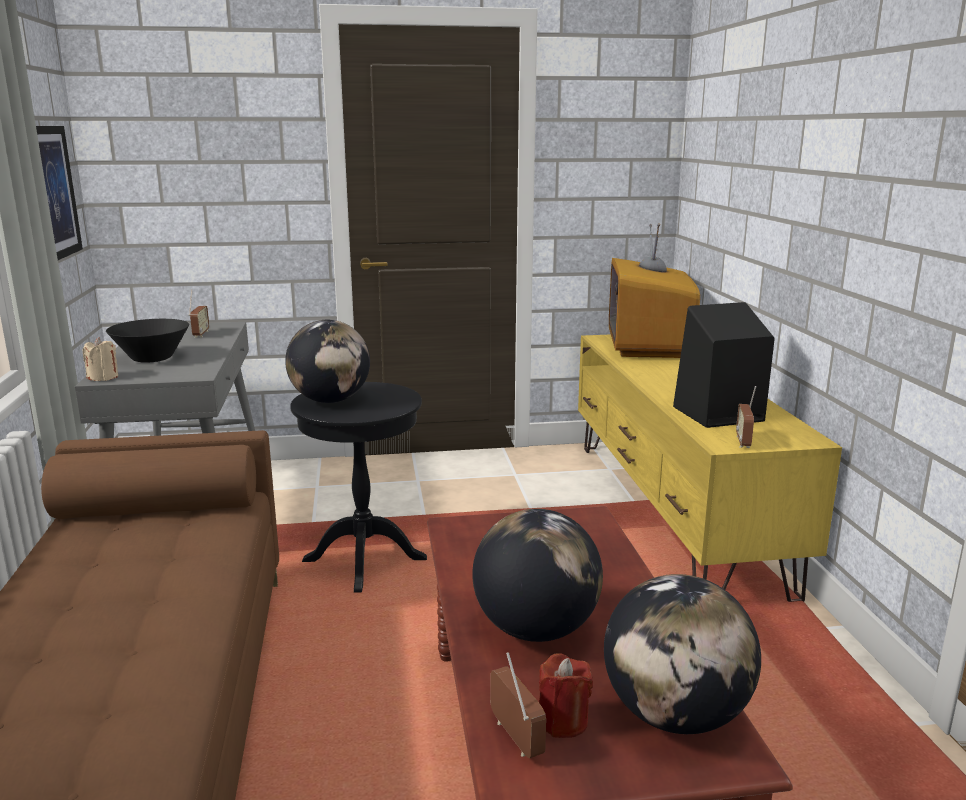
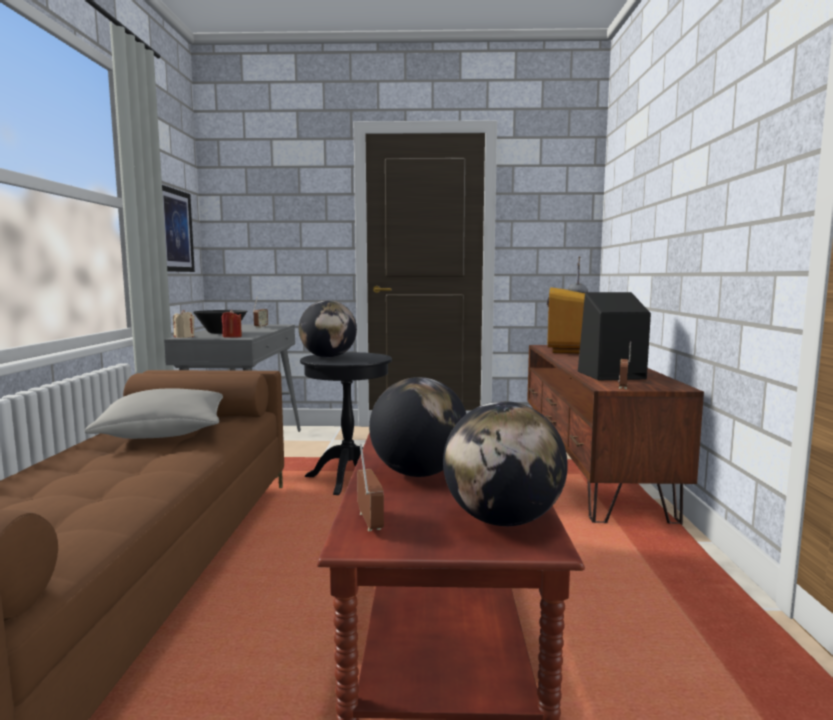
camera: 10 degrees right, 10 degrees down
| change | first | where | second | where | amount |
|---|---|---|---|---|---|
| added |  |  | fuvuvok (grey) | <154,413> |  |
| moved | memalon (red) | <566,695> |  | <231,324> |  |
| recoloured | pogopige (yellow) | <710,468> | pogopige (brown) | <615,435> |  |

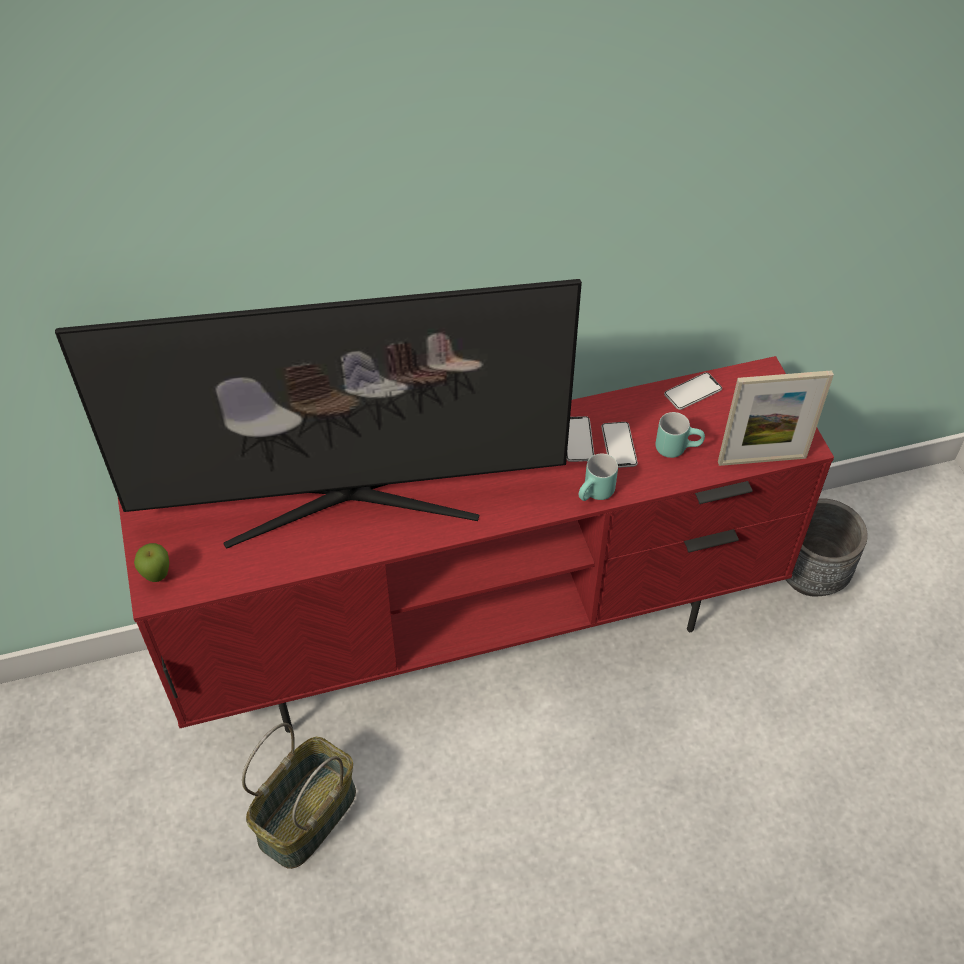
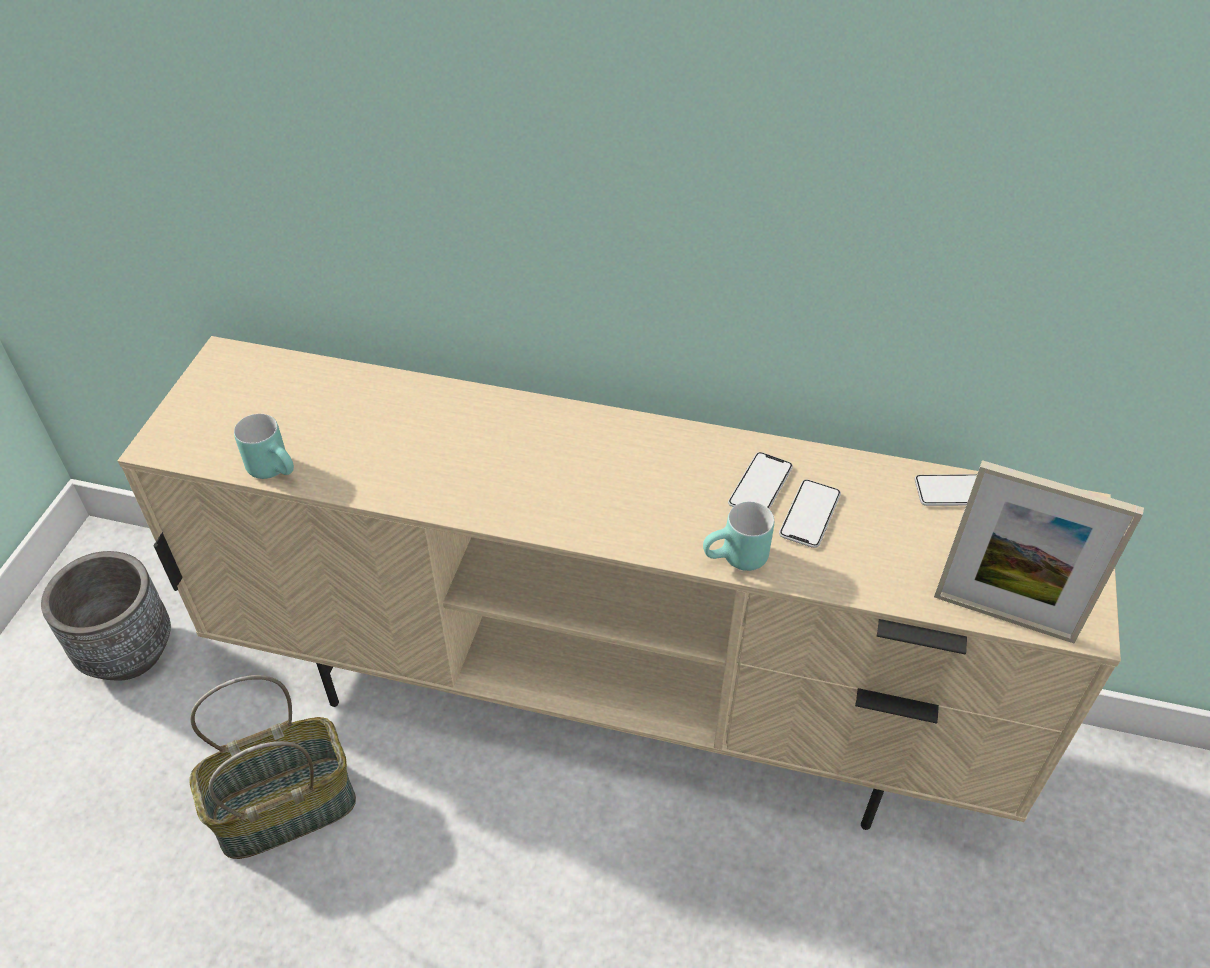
camera: 30 degrees right, 5 degrees down
| change | first | where | second | where | amount |
|---|---|---|---|---|---|
| removed | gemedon | <318,414> |  |  |  |
| removed | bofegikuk | <151,562> |  |  |  |
| moved | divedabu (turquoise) | <680,435> |  | <264,446> |  |
| moved | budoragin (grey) | <826,547> |  | <106,616> |  |
| recoloured | pogopige (red) | <476,544> | pogopige (beige) | <619,583> |  |

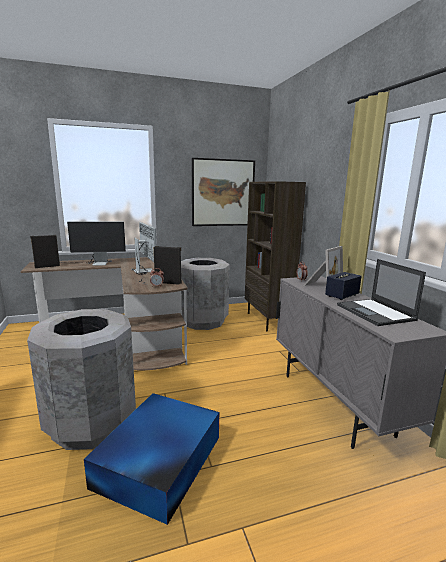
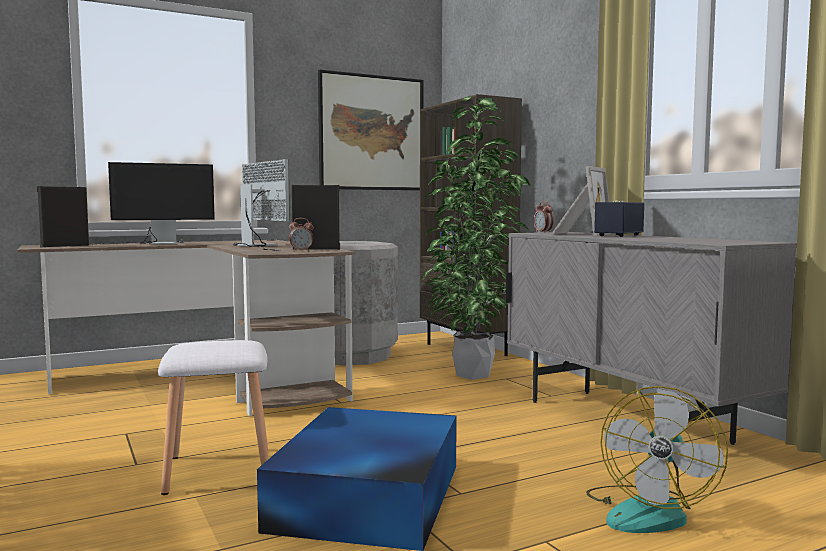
camera: 10 degrees left, 10 degrees down
| change | first | where | second | where | amount |
|---|---|---|---|---|---|
| removed | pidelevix | <381,292> |  |  |  |
| added |  |  | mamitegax | <477,237> |  |
| added |  |  | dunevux | <657,459> |  |
| replaced | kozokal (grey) | <81,379> | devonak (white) | <213,417> |  |

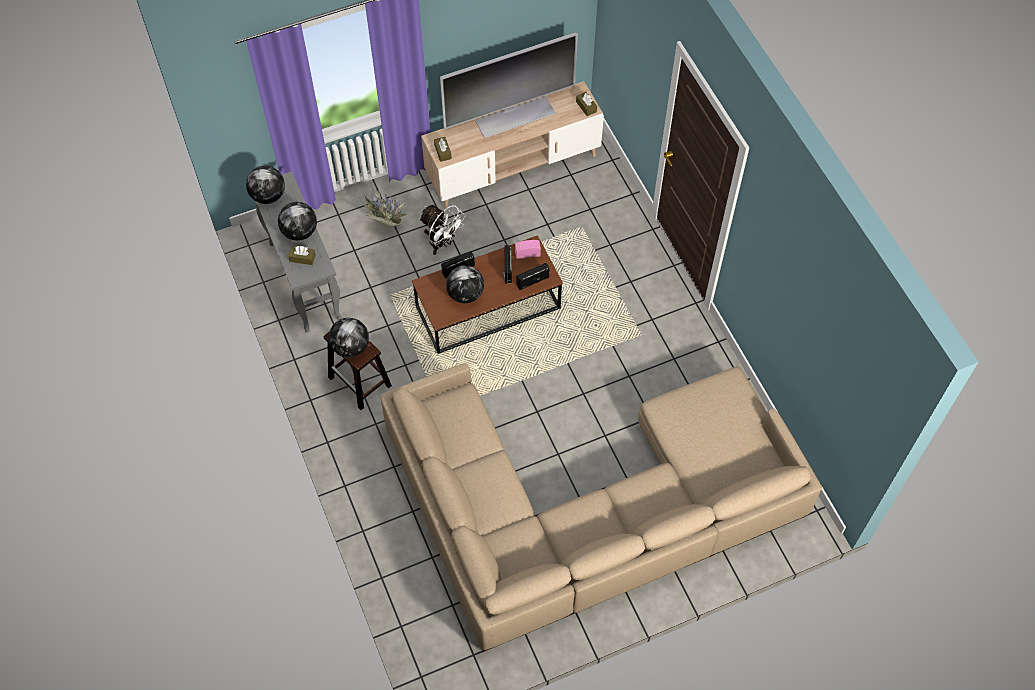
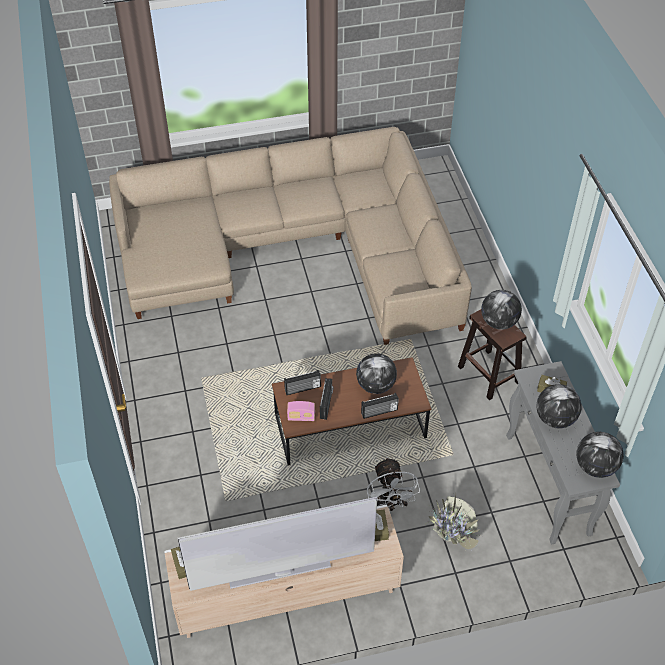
camera: 170 degrees left, 10 degrees down
| change | first | where | second | where | amount |
|---|---|---|---|---|---|
| turned | dunevux (white) | <442,230> |  | <393,484> | 150 degrees counterclockwise |

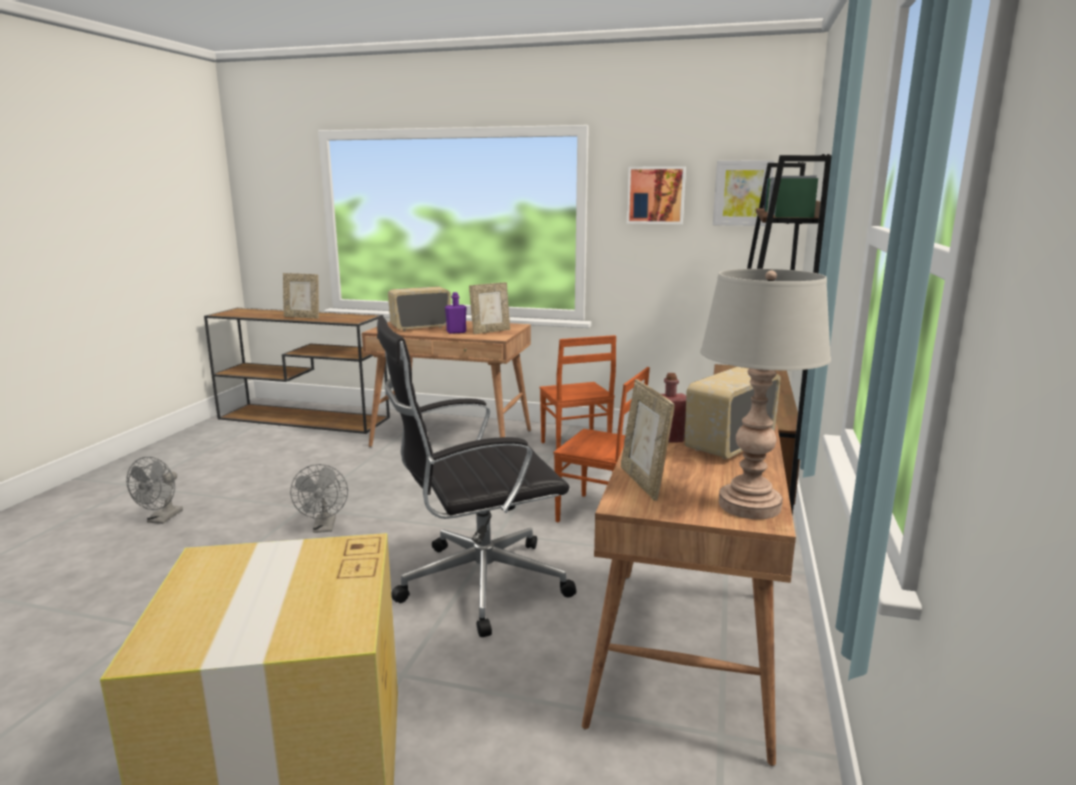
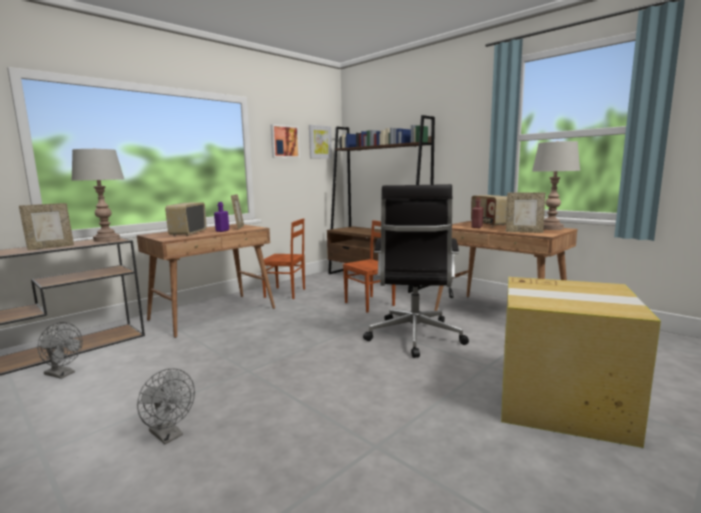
camera: 60 degrees left, 5 degrees down
| change | first | where | second | where | amount |
|---|---|---|---|---|---|
| added |  |  | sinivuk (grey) | <97,195> |  |
| moved | dunevux (grey) | <319,498> |  | <59,350> |  |

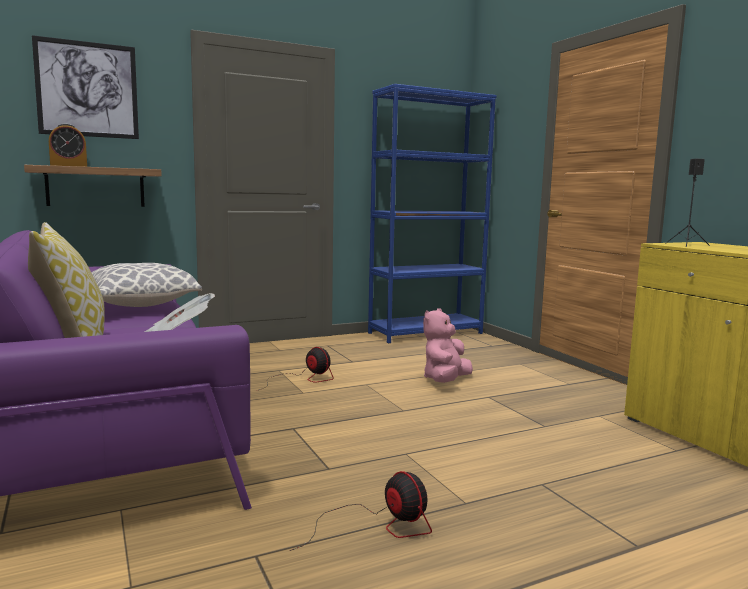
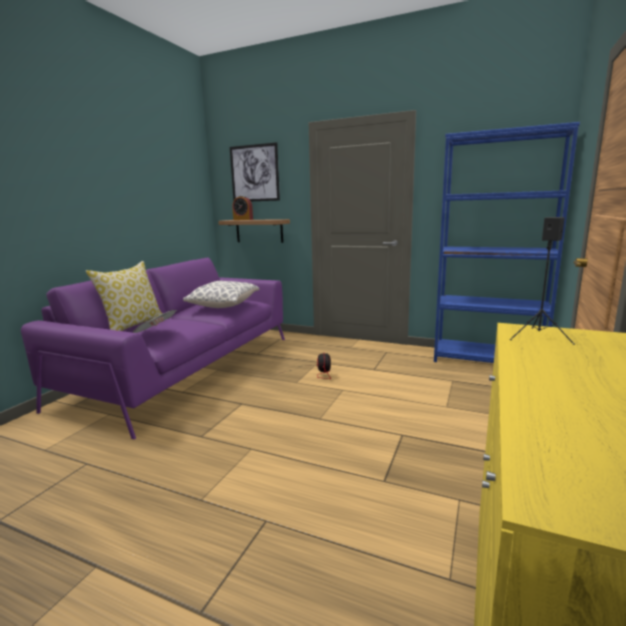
camera: 50 degrees right, 5 degrees up
| change | first | where | second | where | amount |
|---|---|---|---|---|---|
| removed | dunevux | <361,511> |  |  |  |
| removed | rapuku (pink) | <448,345> |  |  |  |

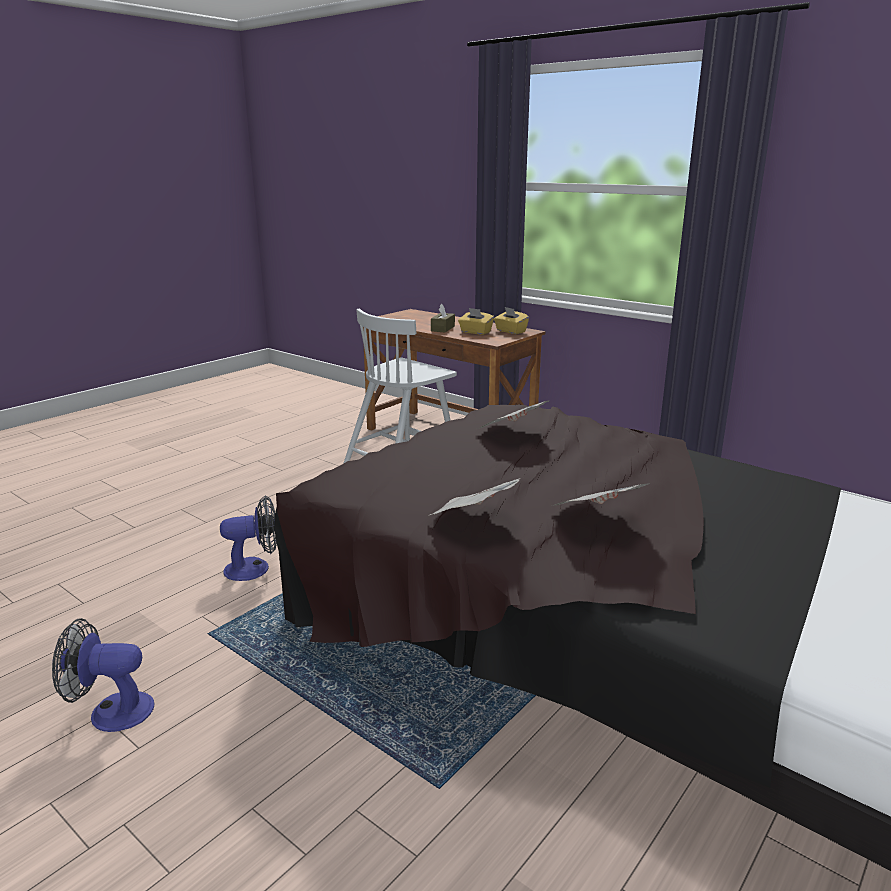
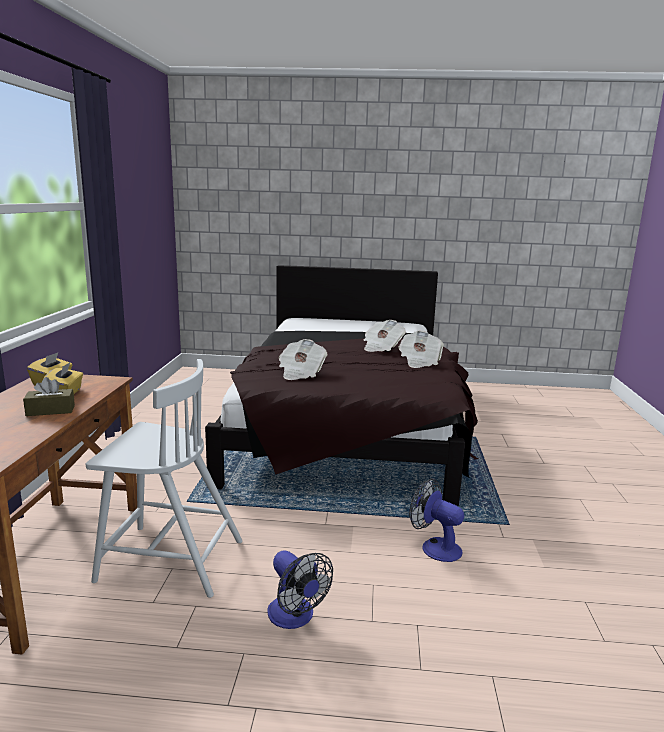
camera: 125 degrees left, 5 degrees down
| change | first | where | second | where | amount |
|---|---|---|---|---|---|
| moved | dunevux | <103,675> |  | <300,589> |  |

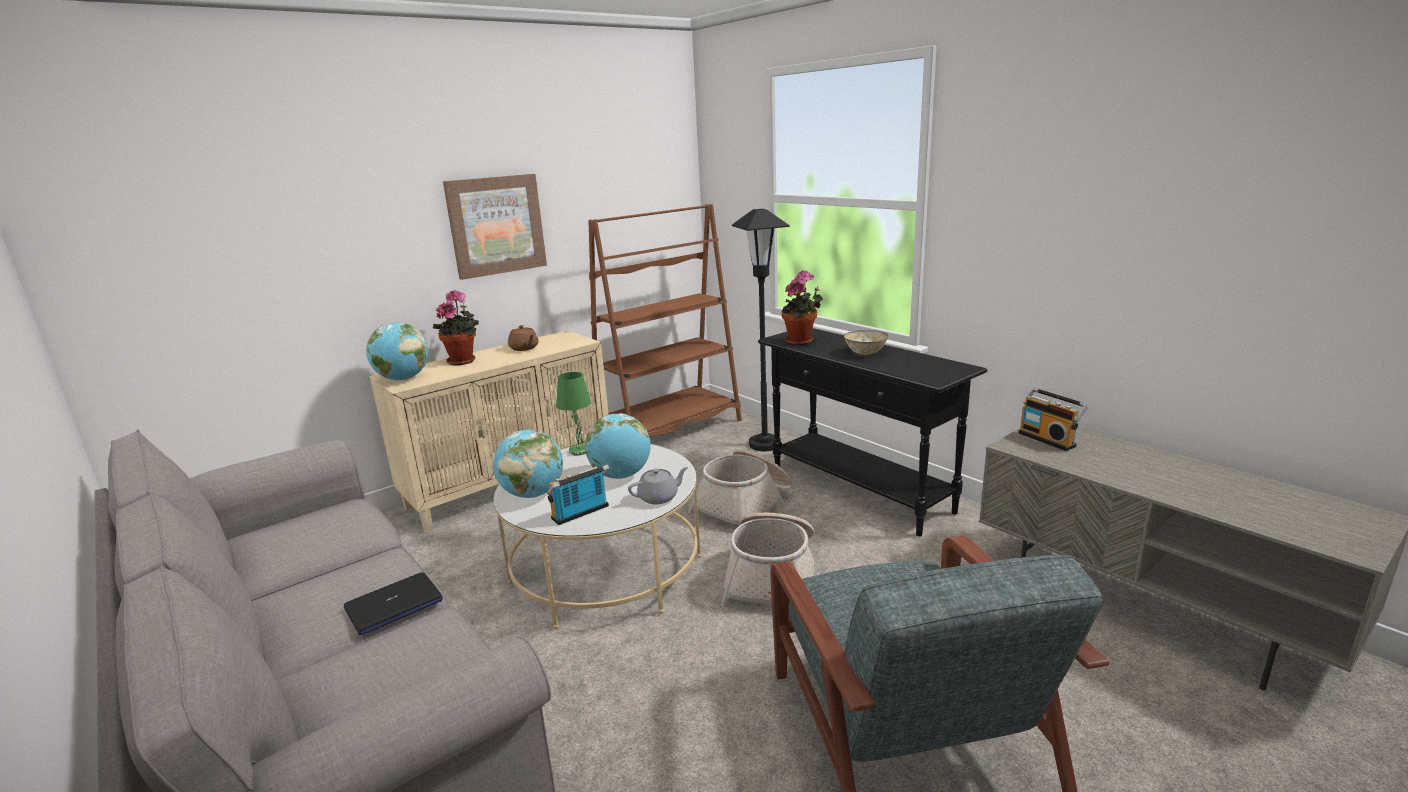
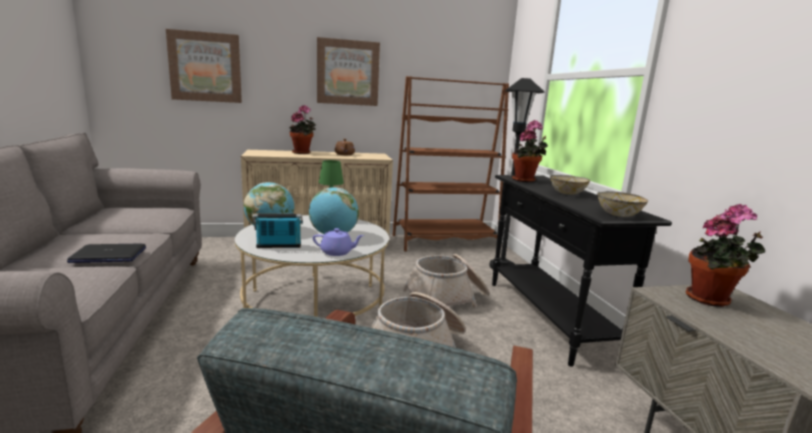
camera: 25 degrees right, 5 degrees down
| change | first | where | second | where | amount |
|---|---|---|---|---|---|
| removed | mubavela | <397,351> |  |  |  |
| added |  |  | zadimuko | <204,66> |  |
| added |  |  | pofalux | <622,204> |  |
| replaced | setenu | <1053,419> | mamitegax | <725,255> |  |
| recoloured | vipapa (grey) | <658,485> | vipapa (purple) | <338,242> |  |

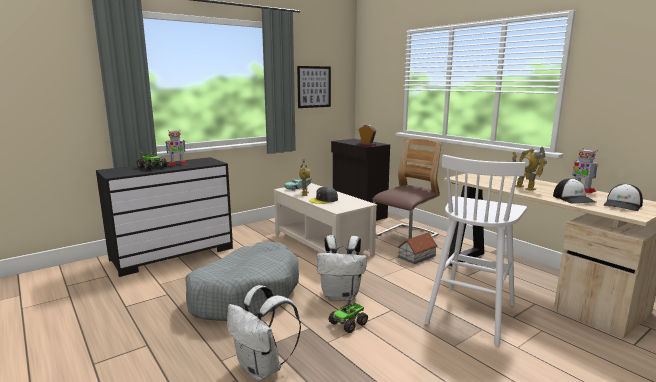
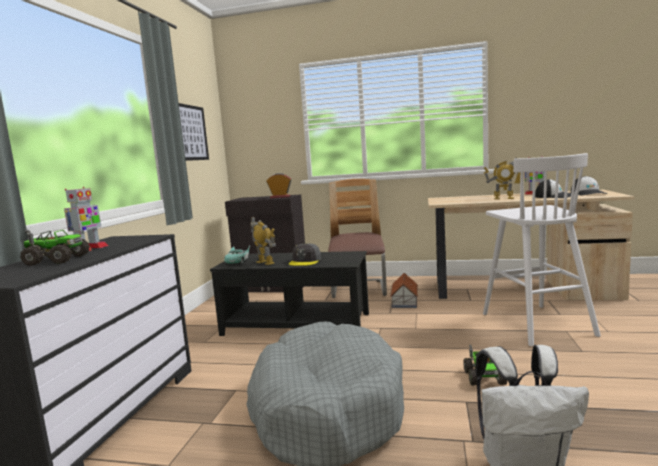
camera: 40 degrees left, 5 degrees down
| change | first | where | second | where | amount |
|---|---|---|---|---|---|
| removed | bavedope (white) | <342,268> |  |  |  |
| recoloured | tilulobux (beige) | <325,219> | tilulobux (black) | <289,293> |  |

